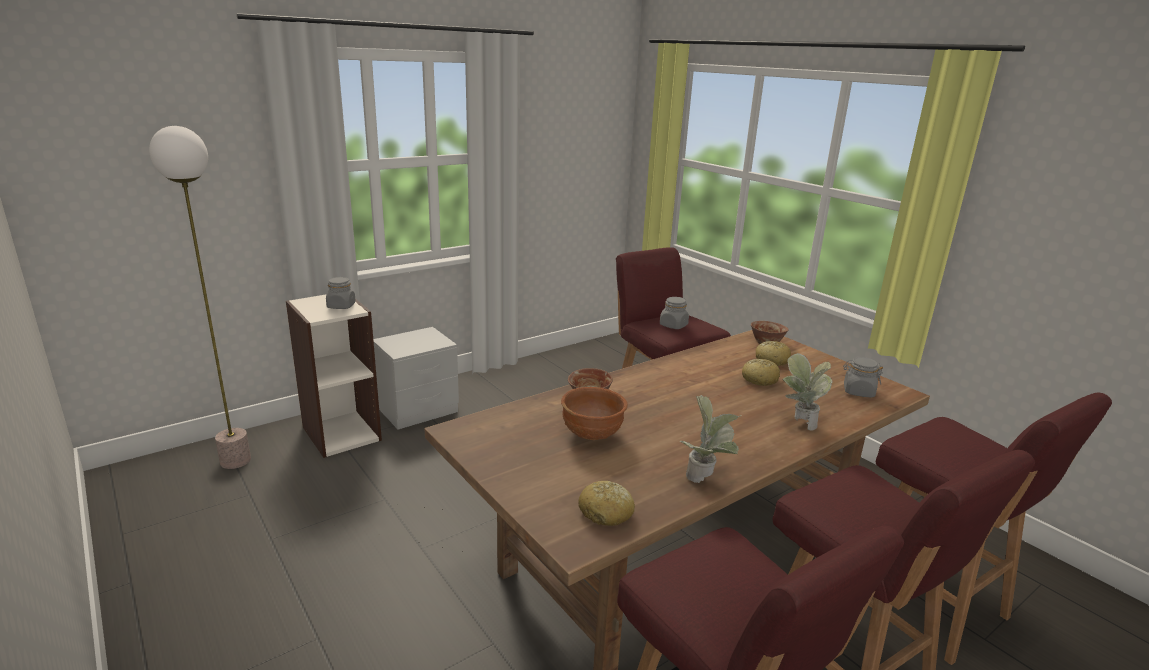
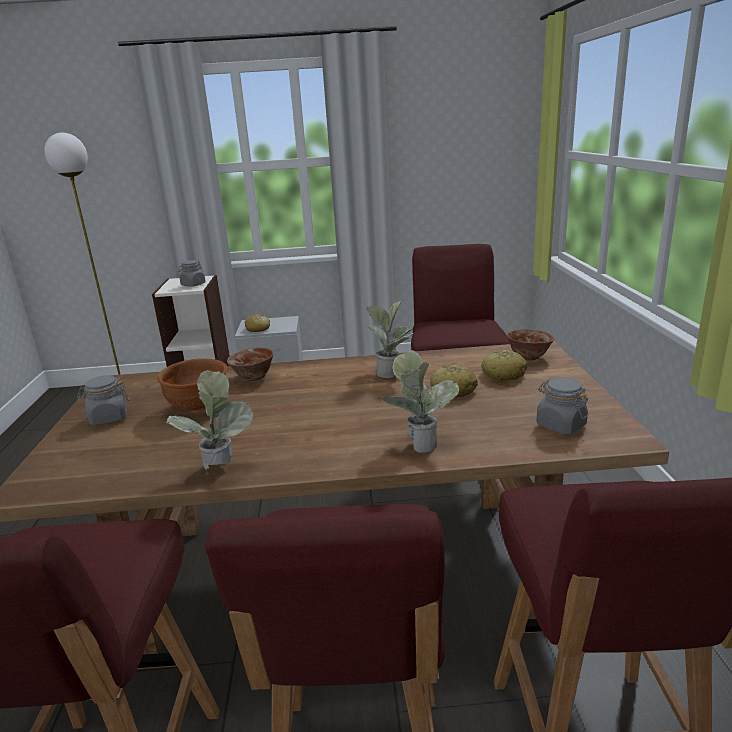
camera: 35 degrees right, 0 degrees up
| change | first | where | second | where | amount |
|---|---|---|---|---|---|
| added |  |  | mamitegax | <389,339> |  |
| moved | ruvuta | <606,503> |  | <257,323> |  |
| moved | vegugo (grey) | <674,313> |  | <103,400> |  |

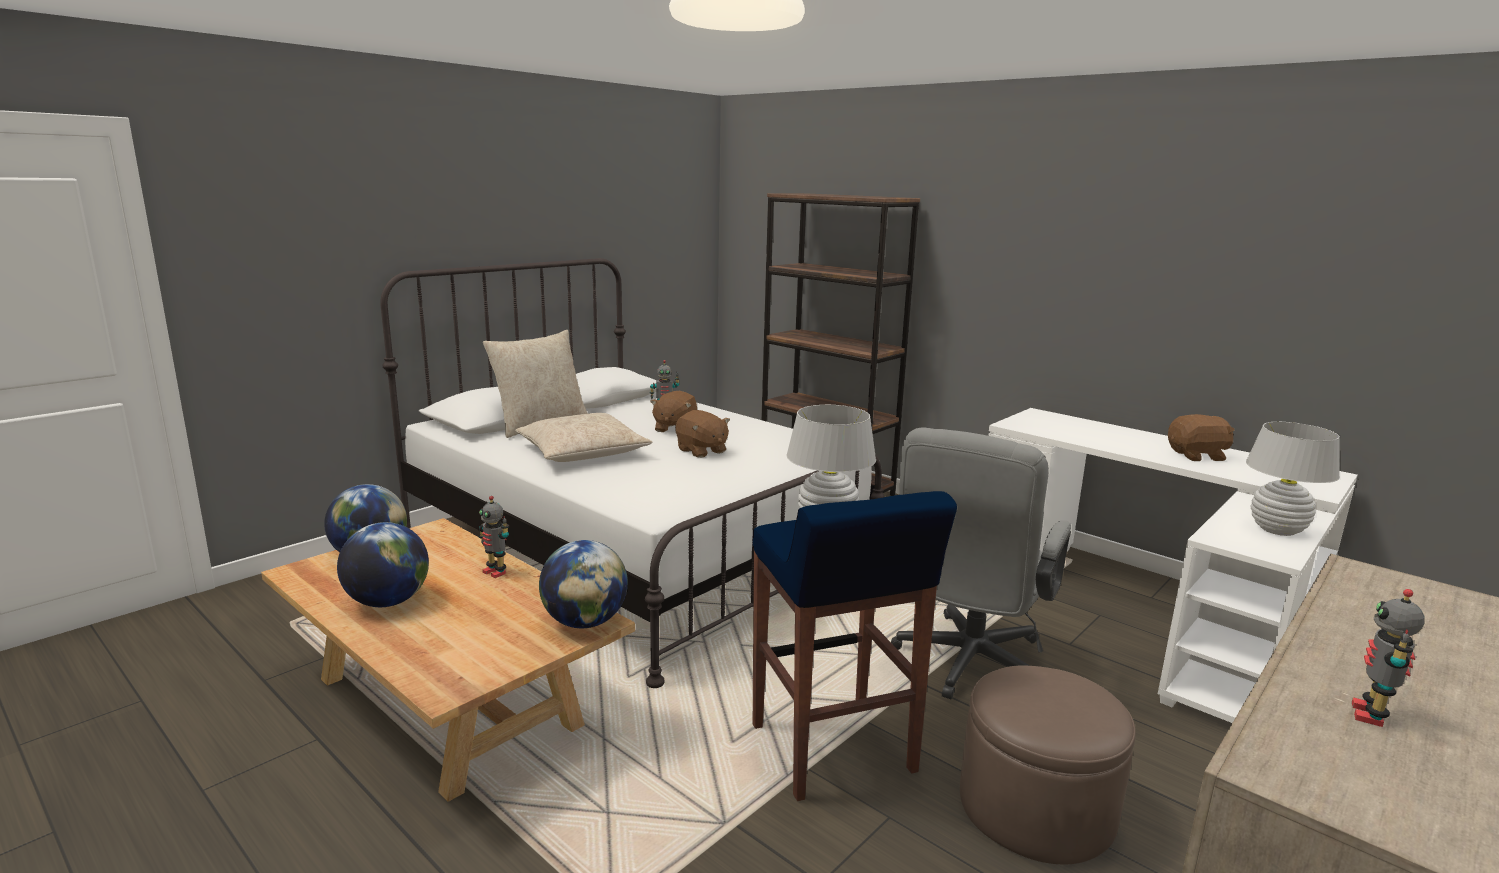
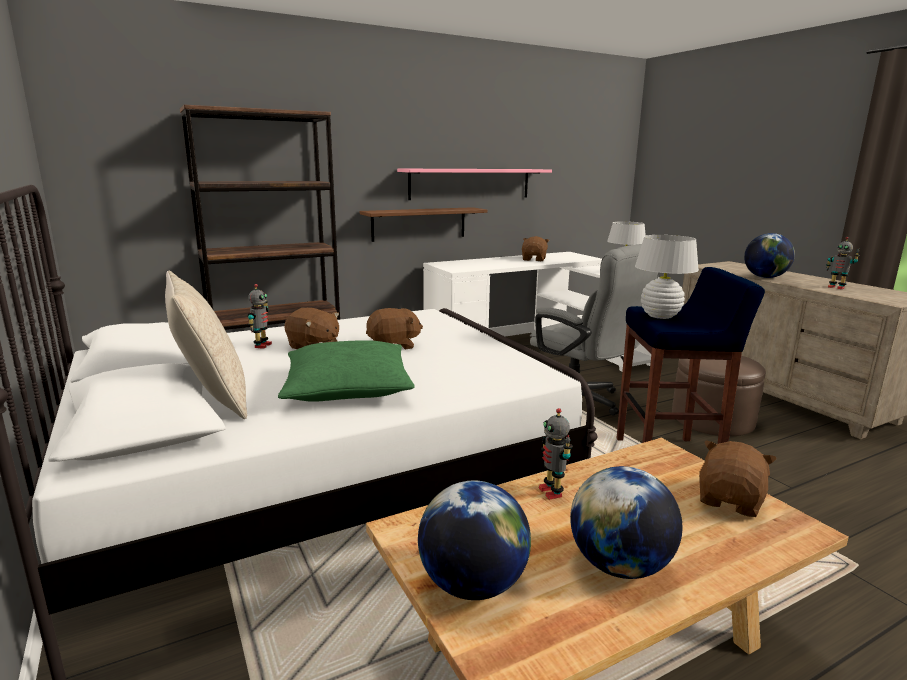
camera: 70 degrees left, 0 degrees up
| change | first | where | second | where | amount |
|---|---|---|---|---|---|
| added |  |  | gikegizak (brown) | <423,224> |  |
| added |  |  | gikegizak (pink) | <474,184> |  |
| added |  |  | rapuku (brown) | <738,478> |  |
| moved | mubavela | <583,584> |  | <769,255> |  |
| recoloured | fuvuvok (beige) | <583,437> | fuvuvok (green) | <346,371> |  |
| turned | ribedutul | <494,537> |  | <556,454> | 105 degrees clockwise |

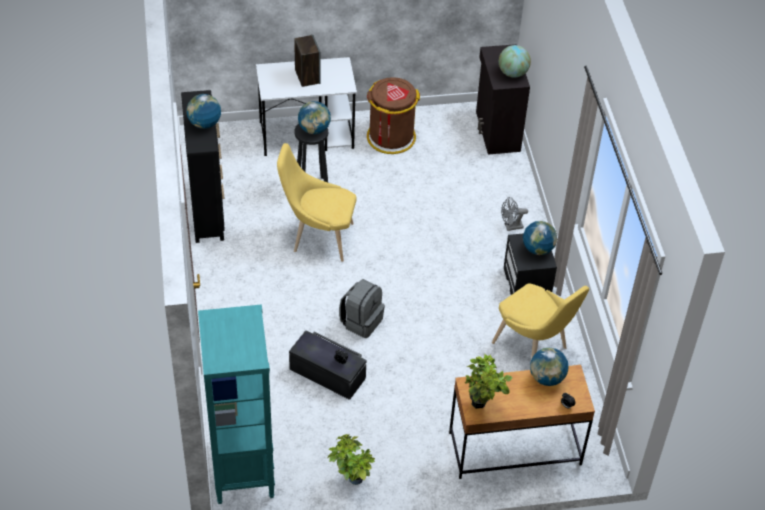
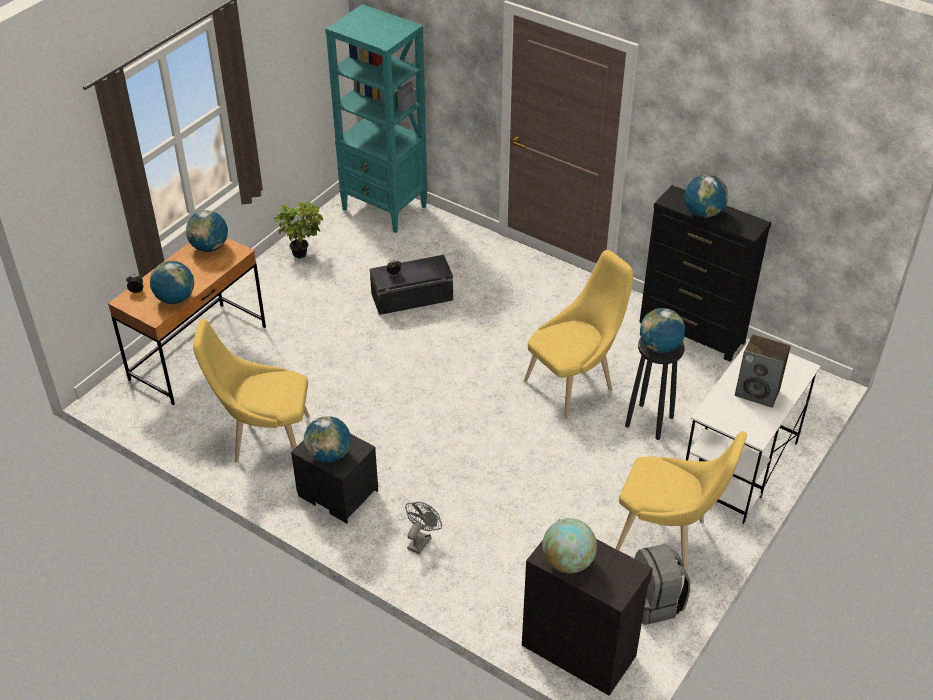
camera: 135 degrees right, 5 degrees down
| change | first | where | second | where | amount |
|---|---|---|---|---|---|
| moved | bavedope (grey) | <362,308> |  | <662,584> |  |
| replaced | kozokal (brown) | <393,115> | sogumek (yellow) | <681,500> |  |
| replaced | mamitegax | <489,381> | mubavela | <207,231> |  |

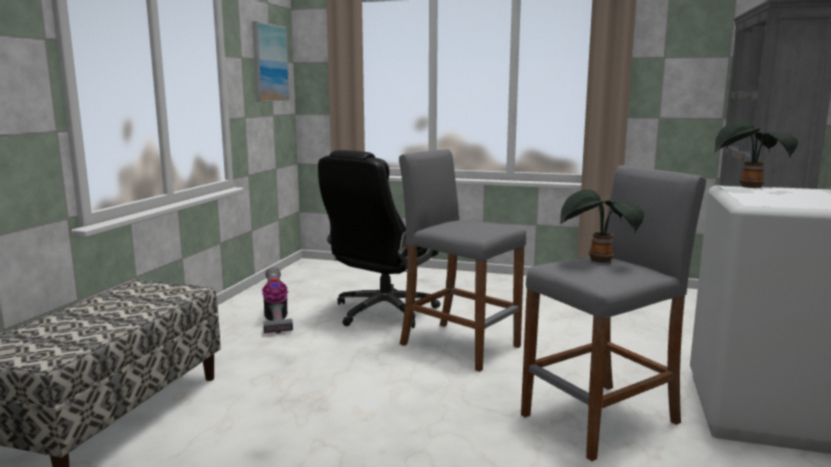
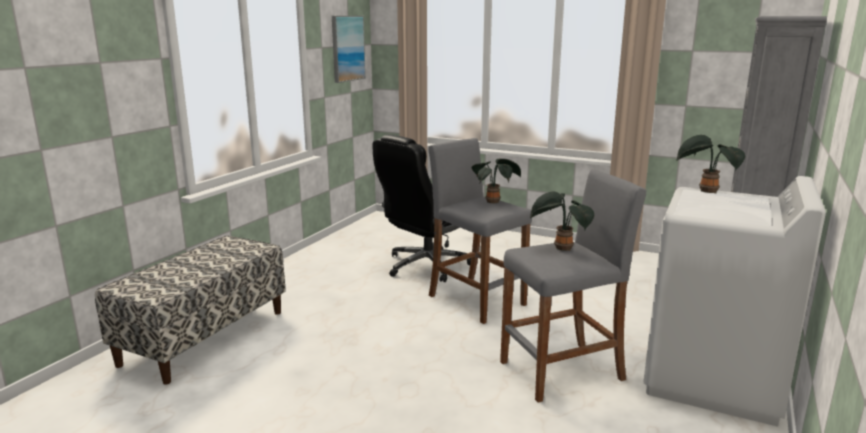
camera: 10 degrees right, 5 degrees up
| change | first | where | second | where | amount |
|---|---|---|---|---|---|
| removed | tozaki | <277,300> |  |  |  |
| added |  |  | mamitegax | <496,181> |  |

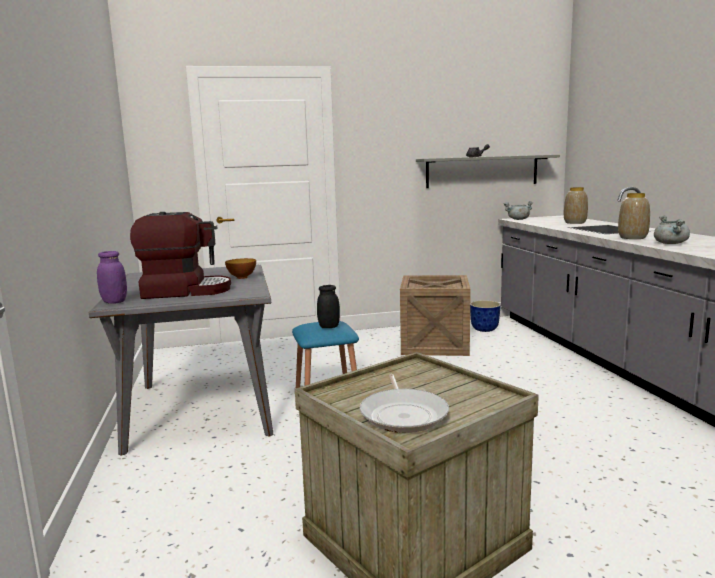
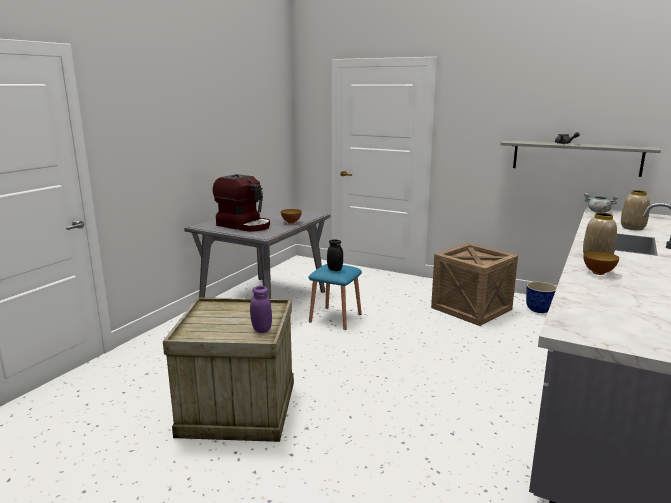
camera: 40 degrees right, 5 degrees up
| change | first | where | second | where | amount |
|---|---|---|---|---|---|
| removed | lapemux | <404,403> |  |  |  |
| moved | vegugo (purple) | <112,277> |  | <261,309> |  |
| replaced | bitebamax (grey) | <672,229> | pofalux | <601,263> |  |

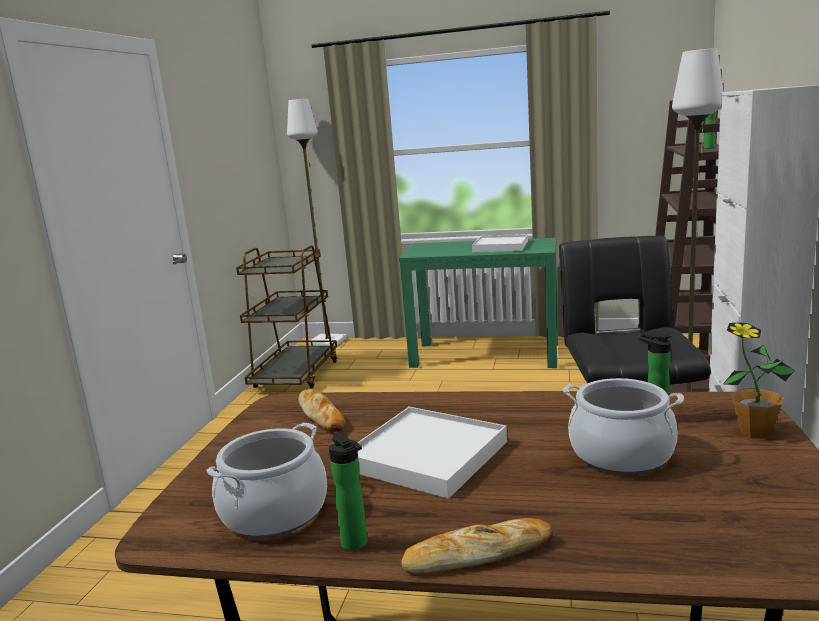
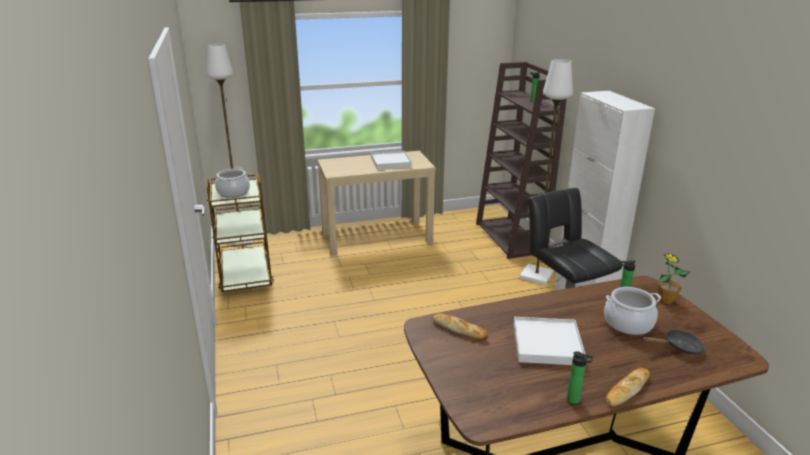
camera: 30 degrees left, 10 degrees up
| change | first | where | second | where | amount |
|---|---|---|---|---|---|
| added |  |  | lapemux (black) | <674,342> |  |
| moved | bitebamax | <267,480> |  | <232,182> |  |
| recoloured | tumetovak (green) | <478,303> | tumetovak (beige) | <377,203> |  |

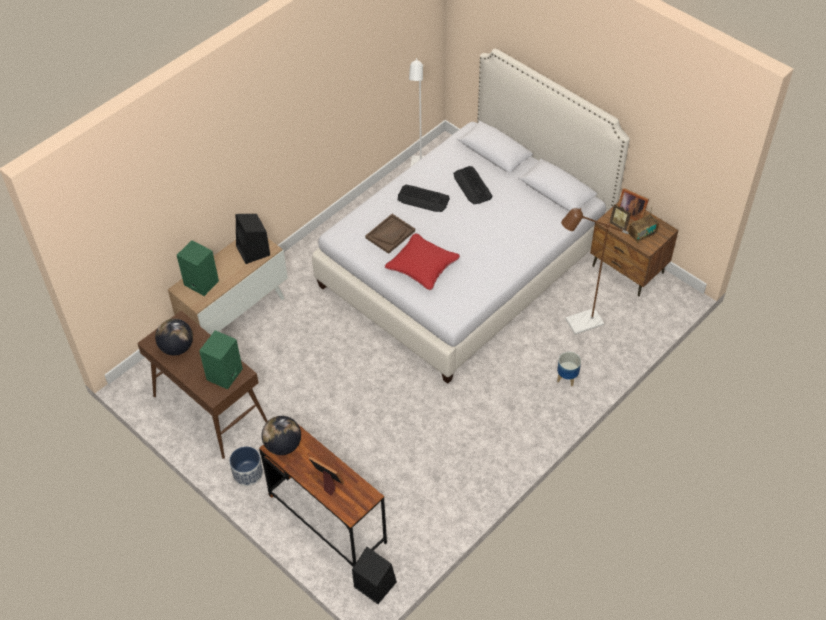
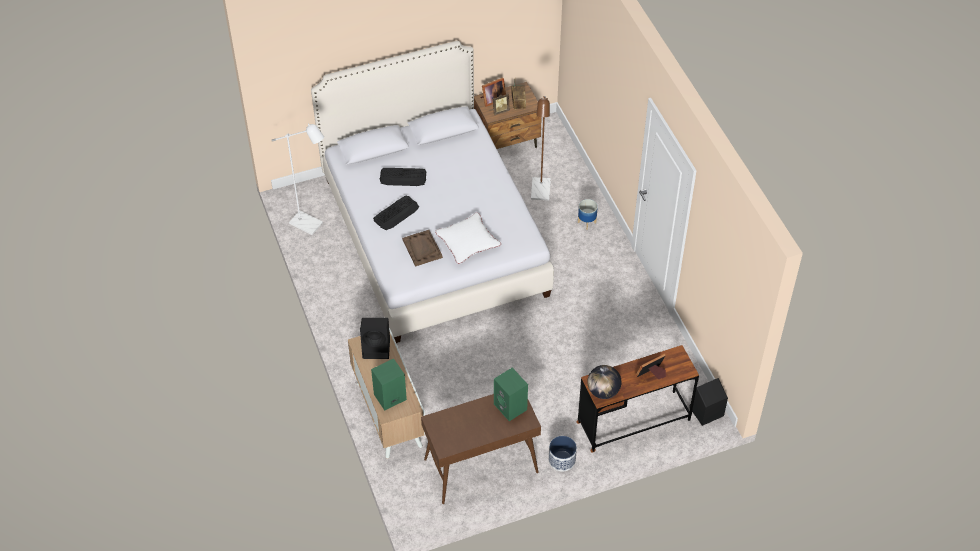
camera: 65 degrees left, 0 degrees up
| change | first | where | second | where | amount |
|---|---|---|---|---|---|
| removed | mubavela | <174,336> |  |  |  |
| recoloured | fuvuvok (red) | <422,261> | fuvuvok (white) | <468,238> |  |

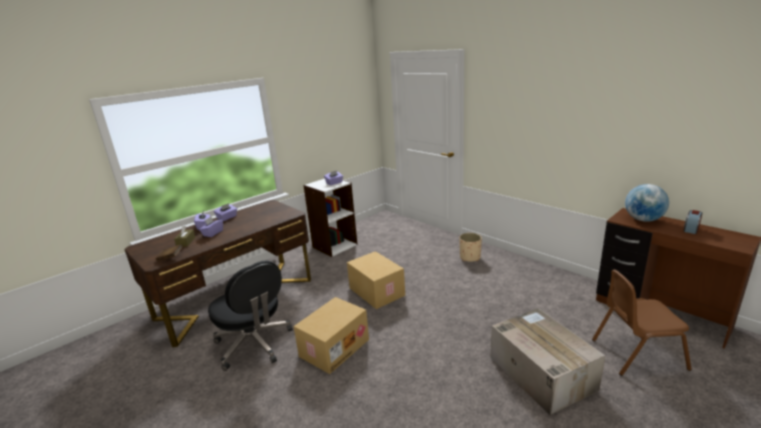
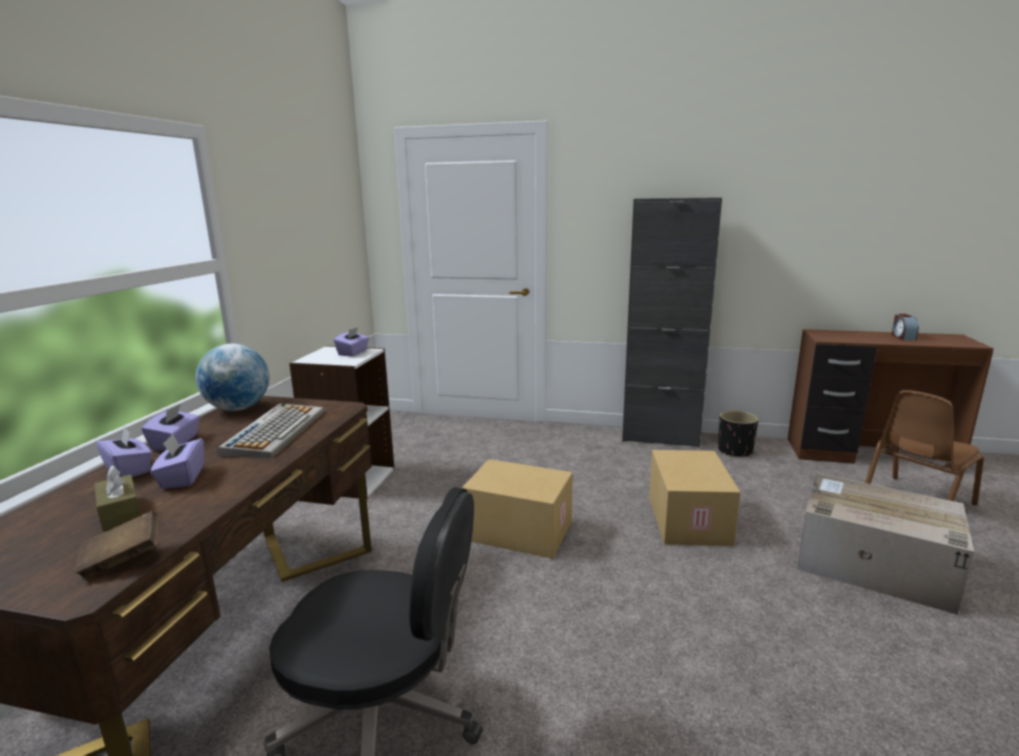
camera: 35 degrees left, 5 degrees down
| change | first | where | second | where | amount |
|---|---|---|---|---|---|
| removed | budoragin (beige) | <470,247> |  |  |  |
| added |  |  | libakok | <270,430> |  |
| added |  |  | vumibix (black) | <672,322> |  |
| added |  |  | budoragin (black) | <738,433> |  |
| moved | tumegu | <331,335> |  | <695,498> |  |
| moved | mubavela | <647,203> |  | <232,377> |  |

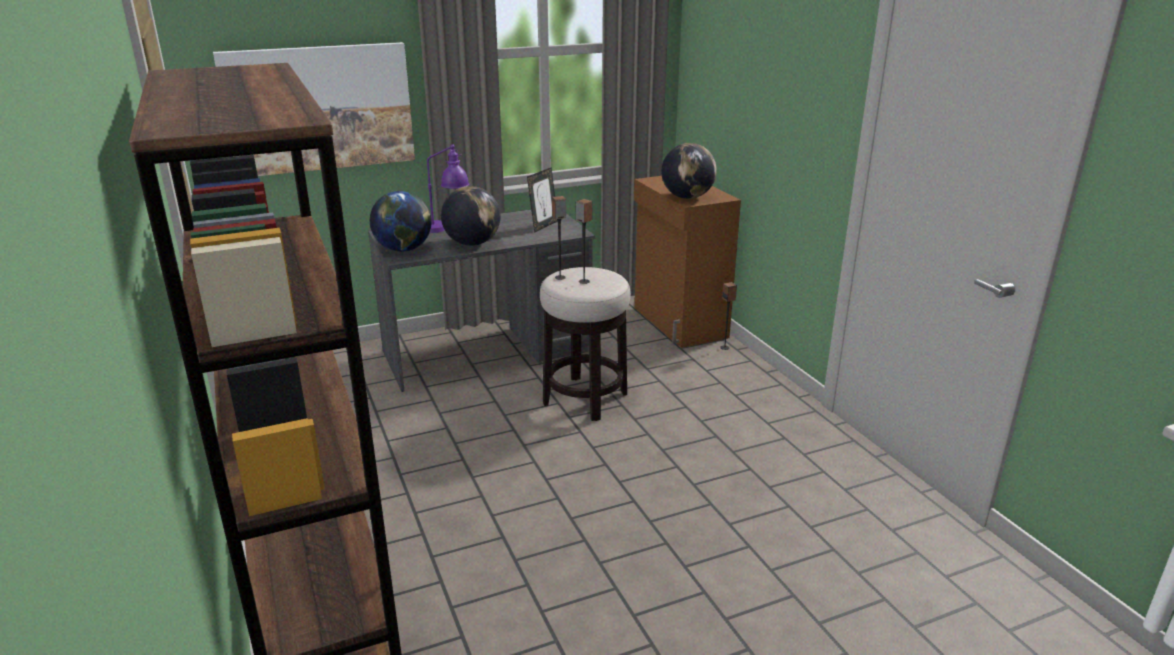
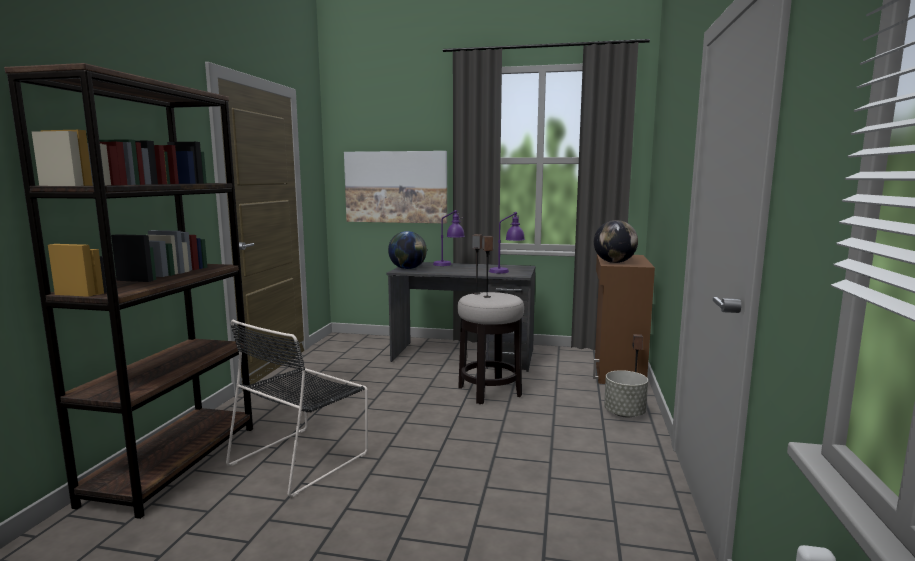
camera: 35 degrees right, 15 degrees down
| change | first | where | second | where | amount |
|---|---|---|---|---|---|
| removed | mubavela | <471,216> |  |  |  |
| added |  |  | sogumek (black) | <297,408> |  |
| added |  |  | budoragin (grey) | <626,394> |  |
| replaced | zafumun | <542,200> | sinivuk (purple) | <507,242> |  |

